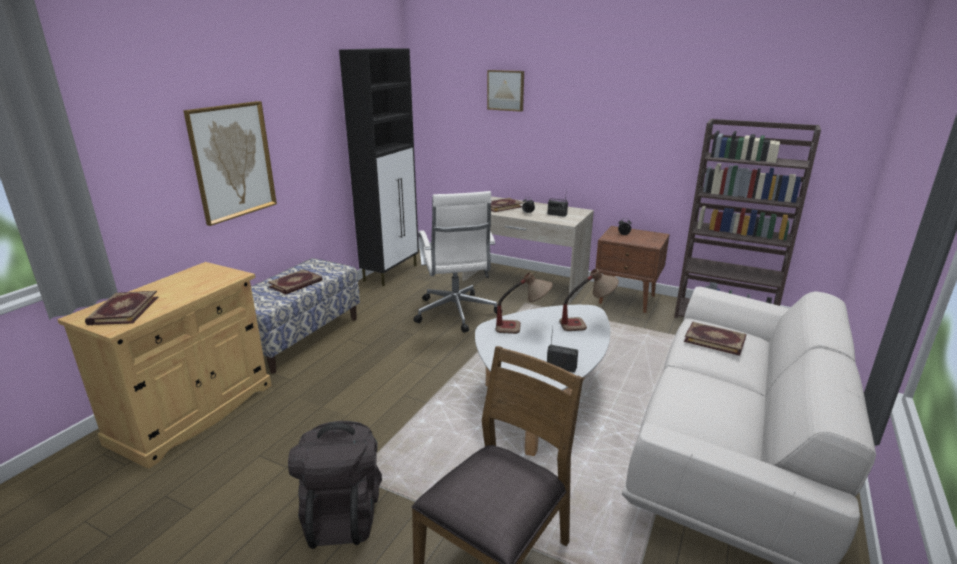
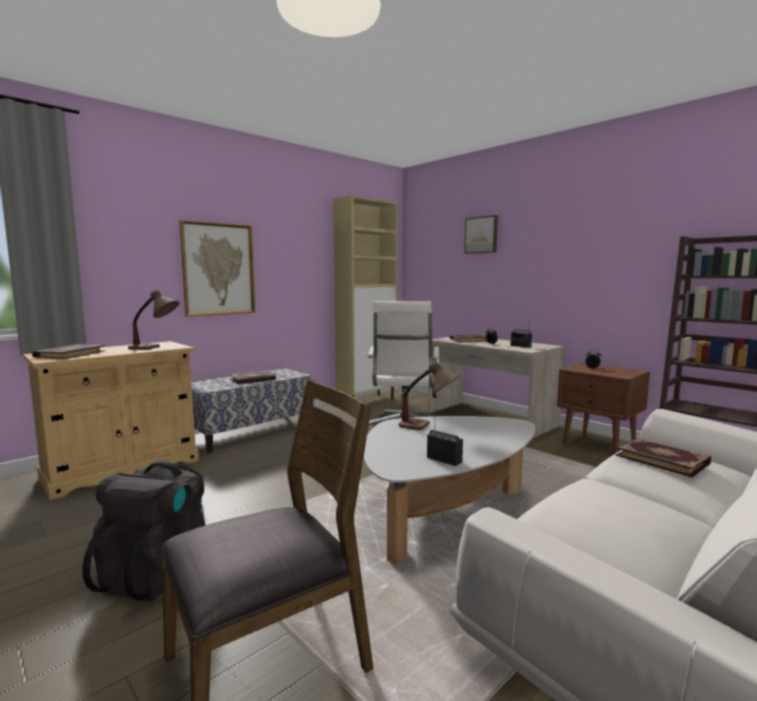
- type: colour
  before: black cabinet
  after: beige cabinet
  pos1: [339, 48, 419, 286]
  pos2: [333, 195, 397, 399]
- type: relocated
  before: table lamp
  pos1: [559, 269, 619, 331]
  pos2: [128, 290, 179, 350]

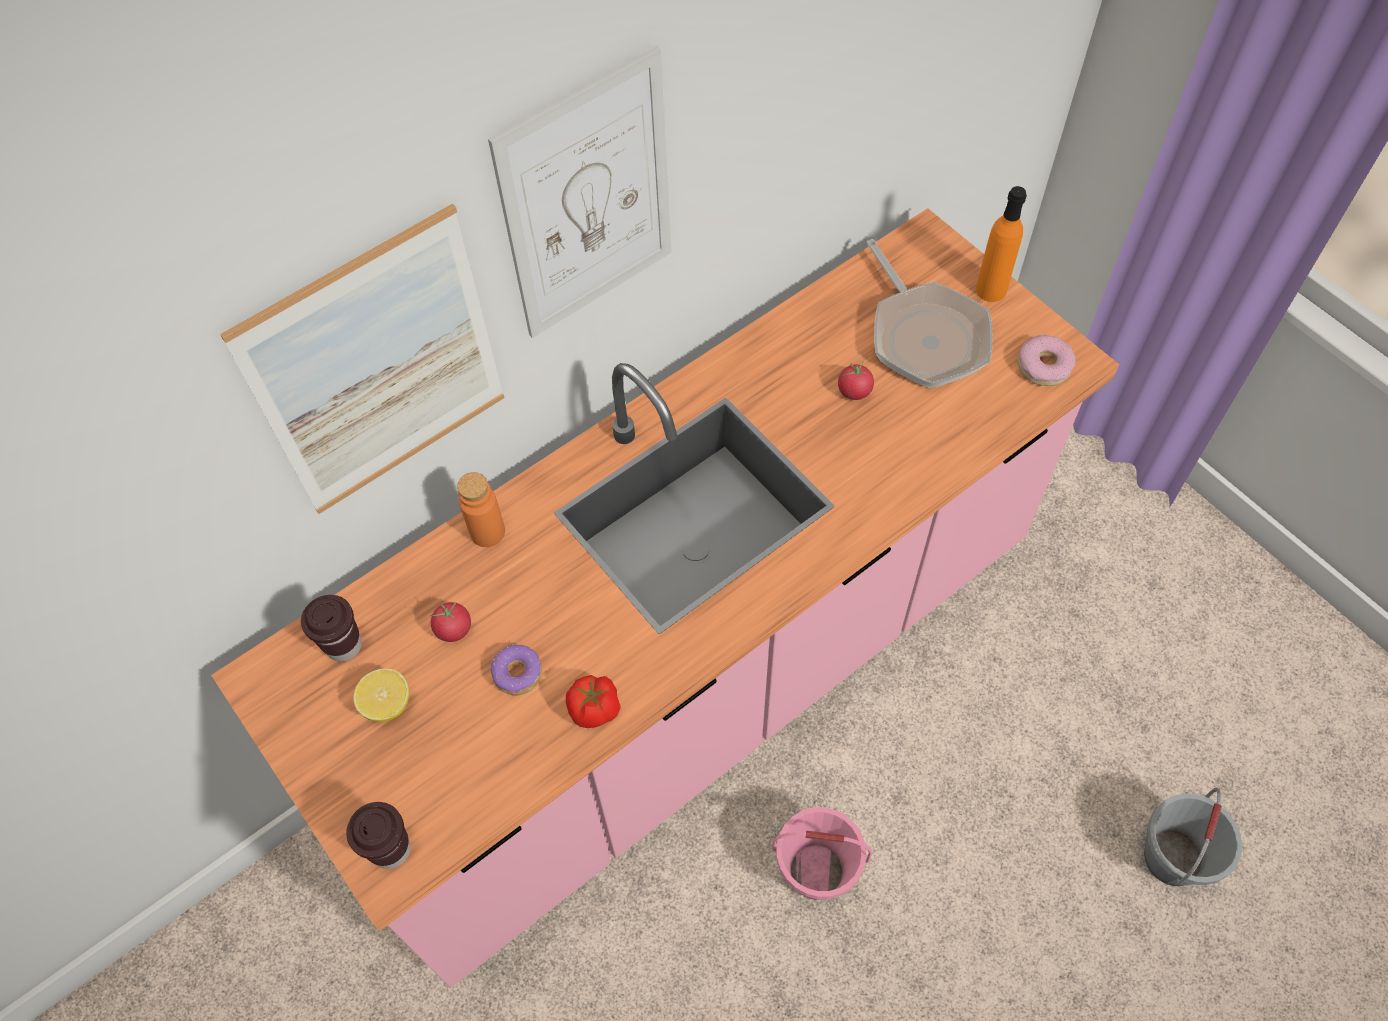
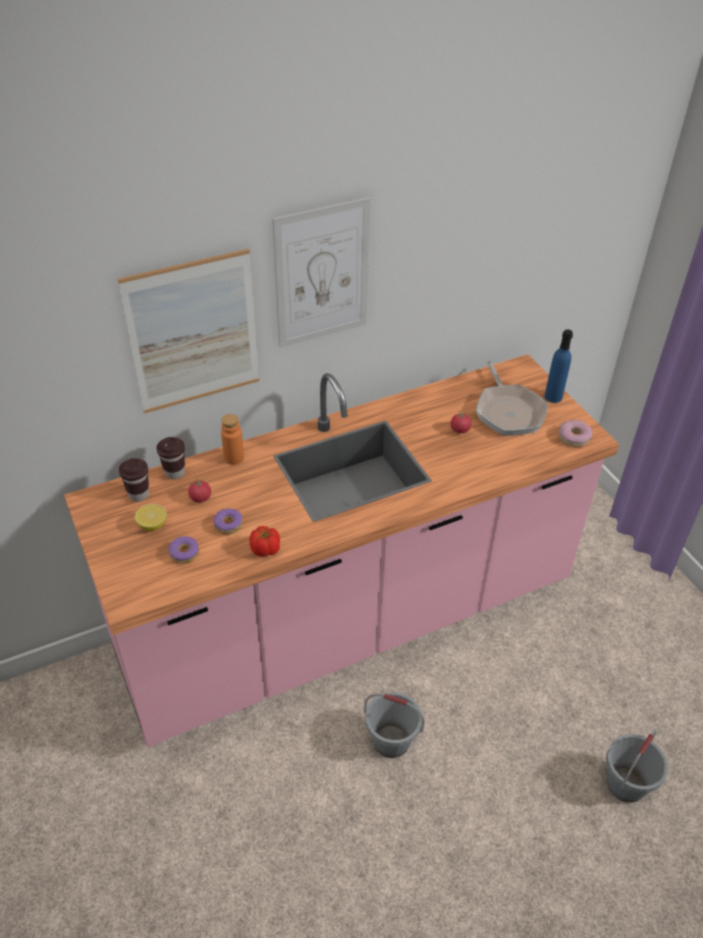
- type: colour
  before: orange bottle
  after: blue bottle
  pos1: [976, 186, 1027, 302]
  pos2: [545, 329, 573, 403]
- type: relocated
  before: brown cup
  pos1: [346, 802, 410, 869]
  pos2: [156, 437, 185, 479]
- type: colour
  before: pink bucket
  after: grey bucket
  pos1: [772, 807, 872, 900]
  pos2: [364, 692, 425, 758]
- type: appeared
  after: donut
  pos2: [168, 536, 199, 564]

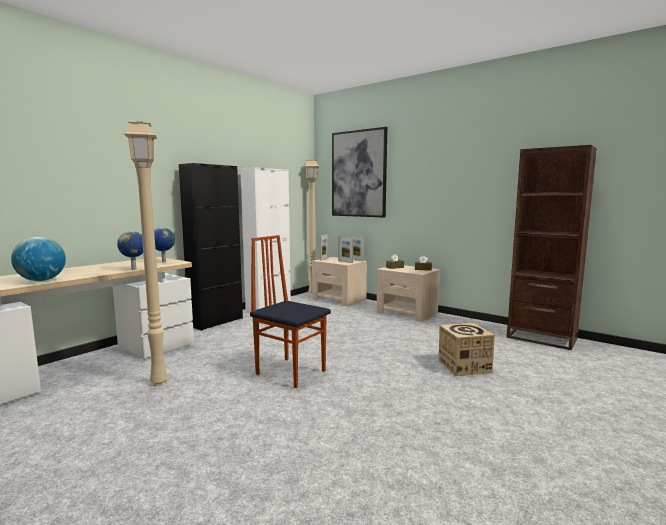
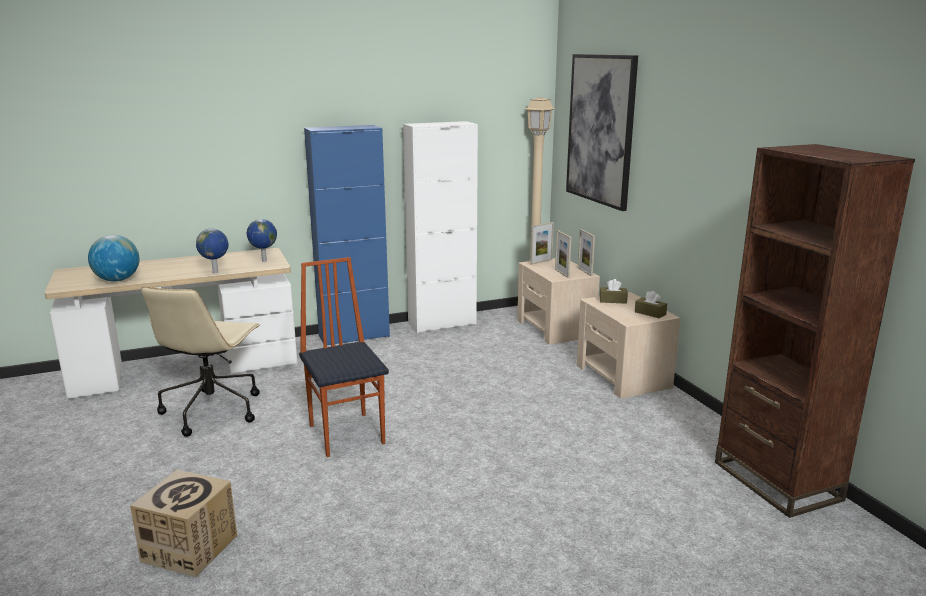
- type: exchanged
  before: beige floor lamp
  after: beige office chair
  pos1: [123, 121, 168, 386]
  pos2: [141, 287, 260, 437]
- type: colour
  before: black cabinet
  after: blue cabinet
  pos1: [179, 163, 243, 331]
  pos2: [304, 125, 390, 345]
- type: relocated
  before: cardboard box
  pos1: [439, 323, 495, 376]
  pos2: [130, 470, 237, 577]

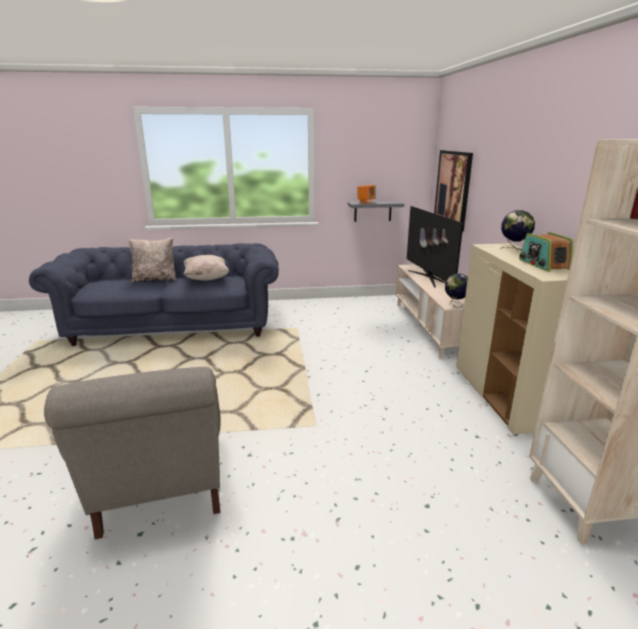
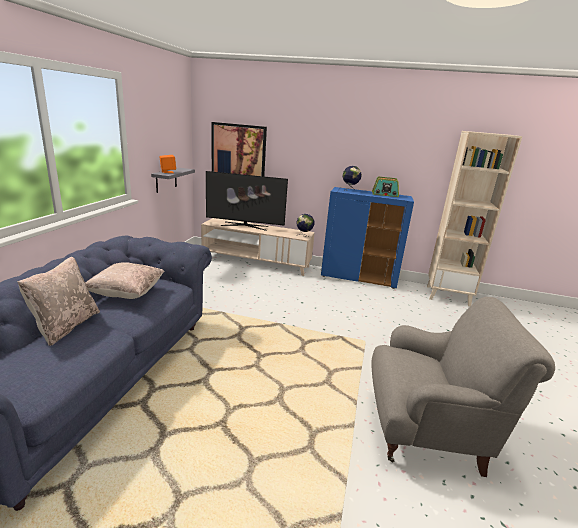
- type: colour
  before: beige cabinet
  after: blue cabinet
  pos1: [456, 243, 569, 435]
  pos2: [321, 187, 414, 289]

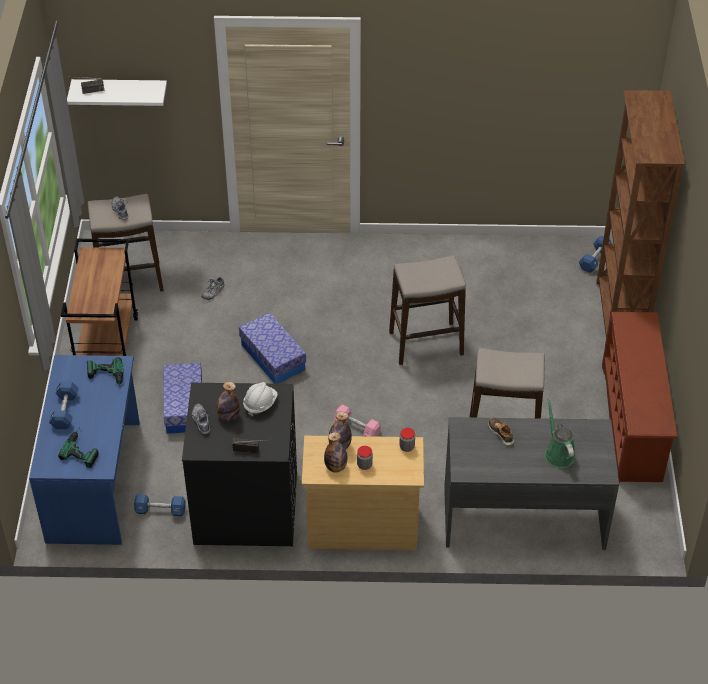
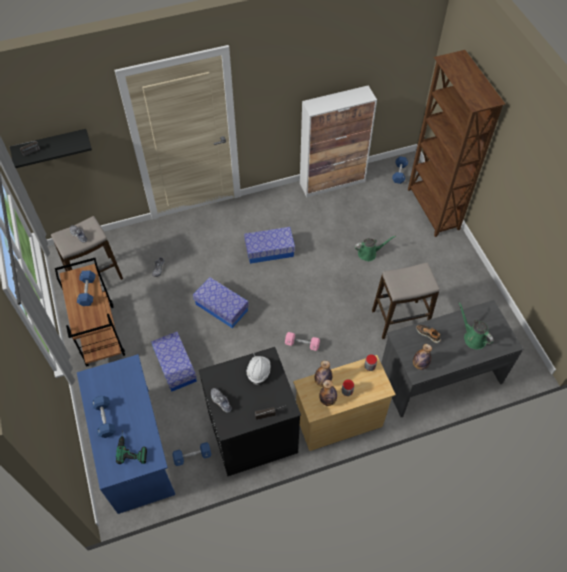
- type: colour
  before: white shelf
  after: black shelf
  pos1: [67, 79, 167, 106]
  pos2: [10, 129, 92, 168]
- type: missing
  before: stool
  pos1: [389, 256, 466, 365]
- type: missing
  before: brown shoe rack
  pos1: [602, 312, 677, 482]
- type: missing
  before: power drill
  pos1: [87, 357, 124, 386]
- type: relocated
  before: bottle
  pos1: [216, 382, 240, 421]
  pos2: [413, 344, 432, 370]
- type: appeared
  after: cabinet
  pos2: [300, 85, 377, 198]
- type: appeared
  after: storage box
  pos2: [244, 227, 295, 264]
- type: appeared
  after: green watering can
  pos2: [355, 236, 396, 261]
- type: appeared
  after: blue dumbbell
  pos2: [77, 270, 95, 306]

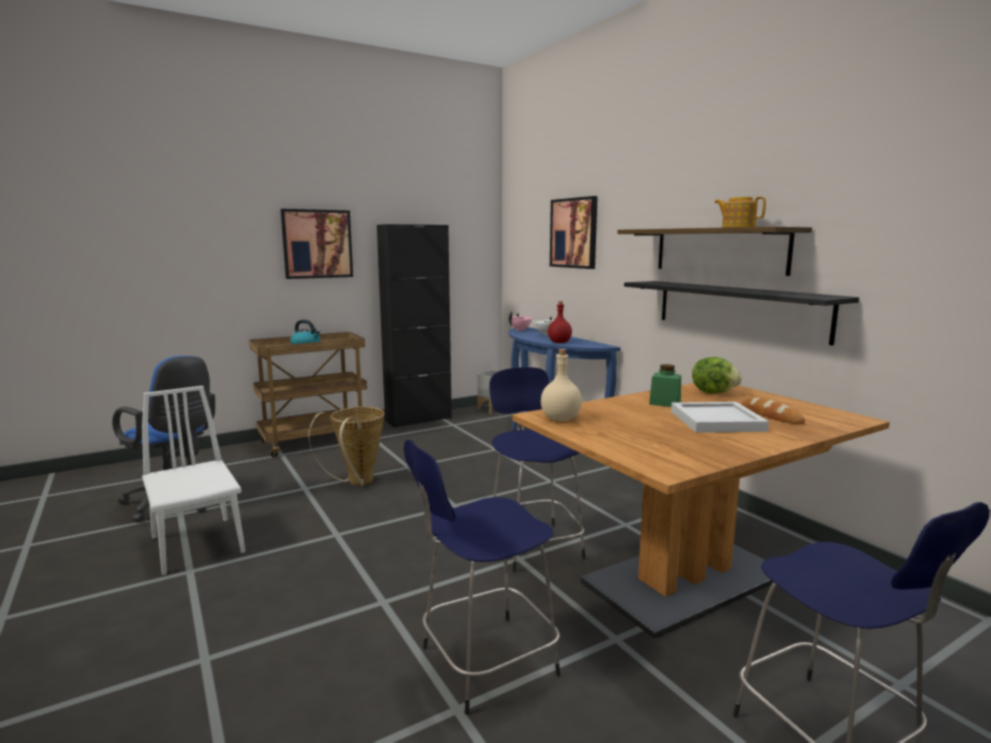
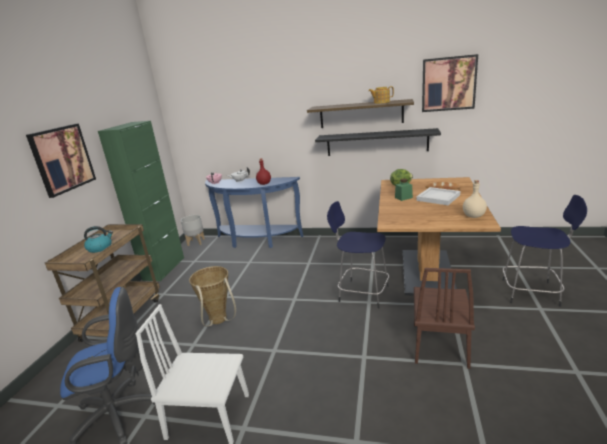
- type: relocated
  before: picture
  pos1: [550, 196, 598, 269]
  pos2: [422, 54, 478, 112]
- type: colour
  before: black cabinet
  after: green cabinet
  pos1: [377, 224, 452, 428]
  pos2: [98, 121, 184, 281]
- type: relocated
  before: beige bottle
  pos1: [541, 349, 582, 421]
  pos2: [463, 180, 487, 218]
- type: exchanged
  before: blue stool
  after: brown chair
  pos1: [404, 439, 560, 715]
  pos2: [414, 268, 475, 369]

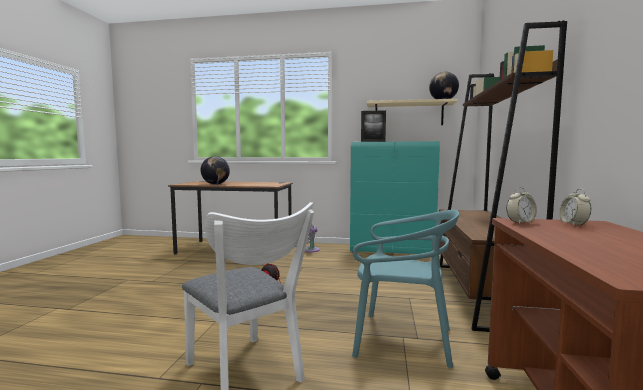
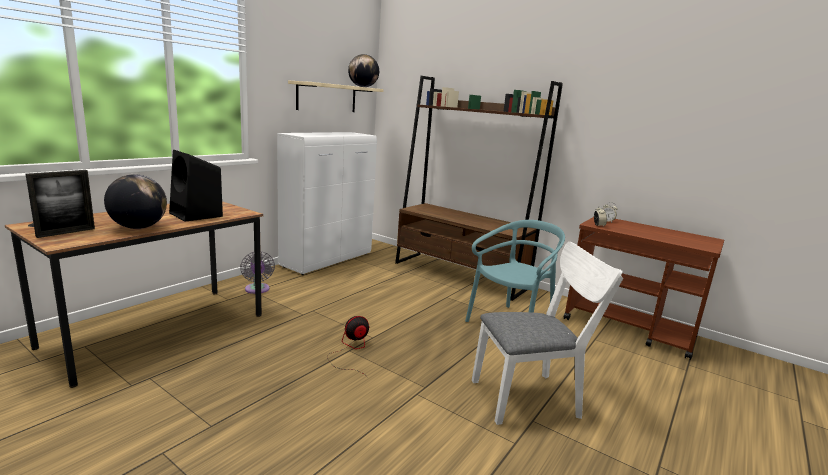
- type: relocated
  before: picture frame
  pos1: [361, 110, 386, 142]
  pos2: [26, 170, 95, 238]
- type: colour
  before: turquoise cabinet
  after: white cabinet
  pos1: [350, 141, 440, 254]
  pos2: [277, 132, 377, 275]
- type: appeared
  after: black speaker
  pos2: [169, 150, 223, 222]

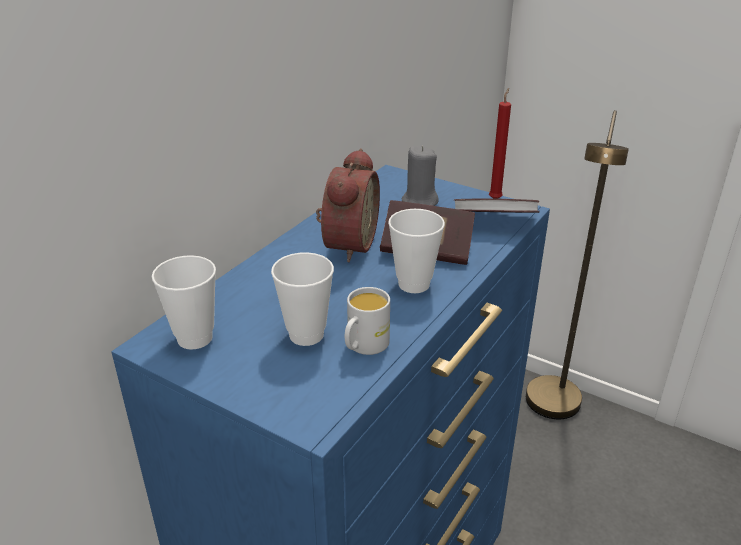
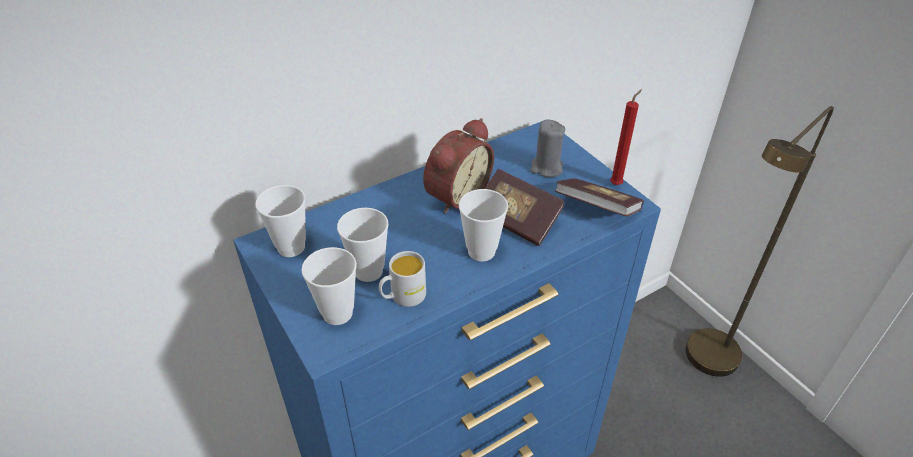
- type: appeared
  after: cup
  pos2: [301, 247, 357, 325]

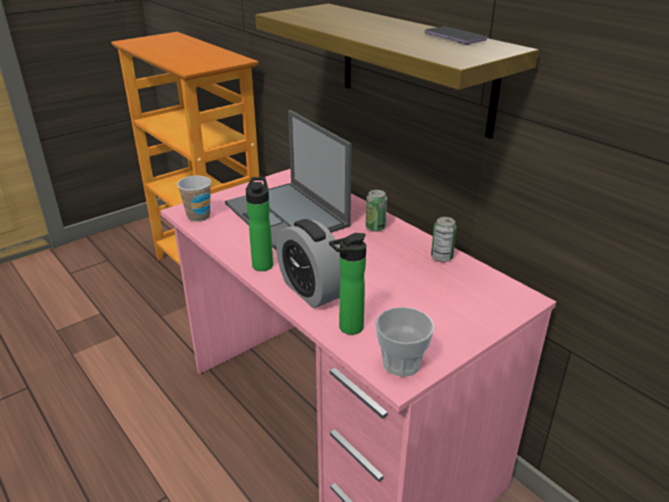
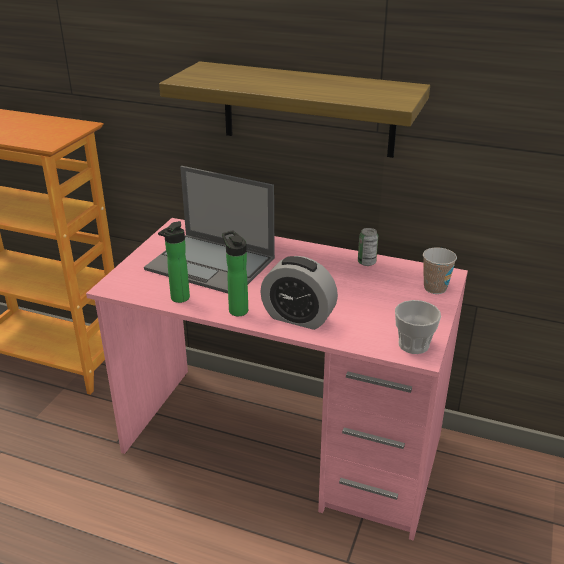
- type: missing
  before: phone
  pos1: [425, 27, 487, 45]
- type: relocated
  before: cup
  pos1: [177, 176, 211, 222]
  pos2: [423, 247, 457, 294]
- type: missing
  before: can
  pos1: [366, 190, 387, 232]
- type: relocated
  before: bottle
  pos1: [329, 233, 366, 335]
  pos2: [158, 221, 190, 303]

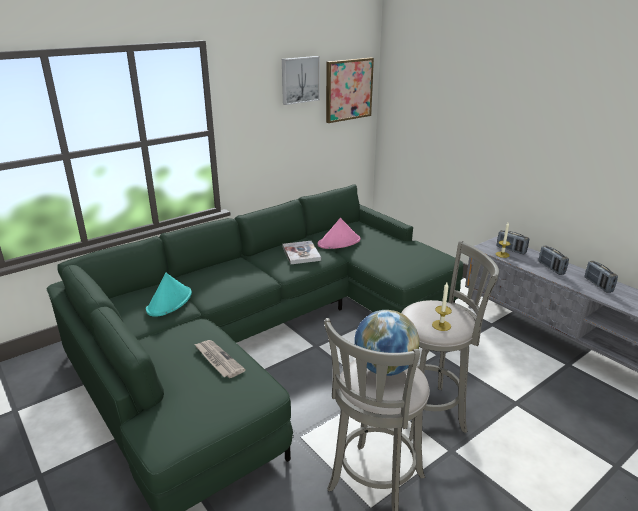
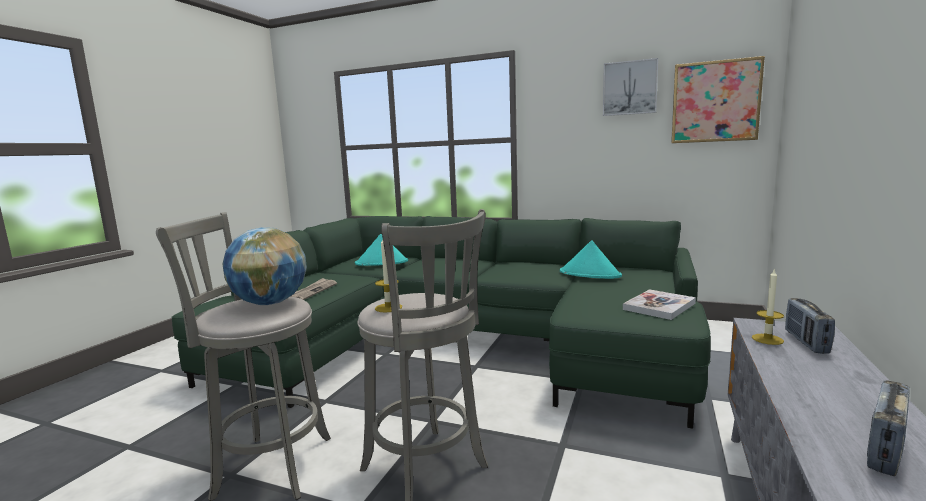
- type: colour
  before: pink hat
  after: turquoise hat
  pos1: [318, 218, 361, 249]
  pos2: [560, 240, 622, 279]
- type: relocated
  before: book
  pos1: [282, 241, 321, 264]
  pos2: [623, 289, 696, 320]
- type: missing
  before: radio
  pos1: [538, 246, 569, 275]

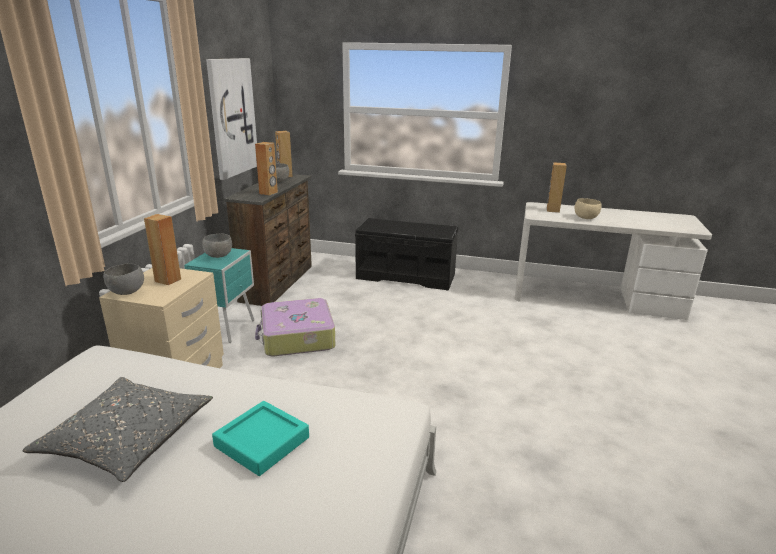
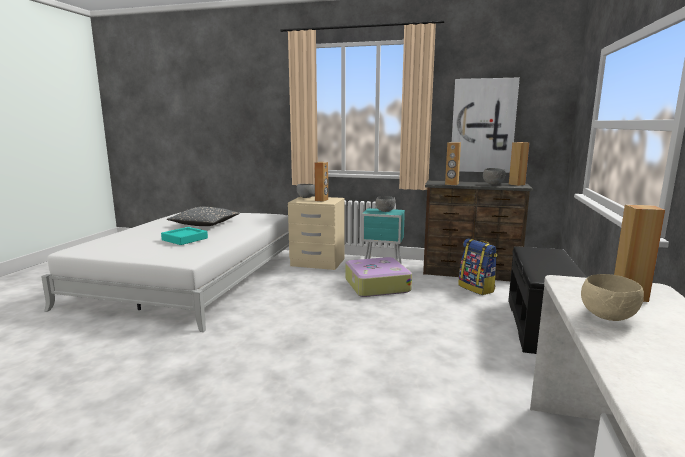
- type: appeared
  after: backpack
  pos2: [458, 239, 497, 295]

